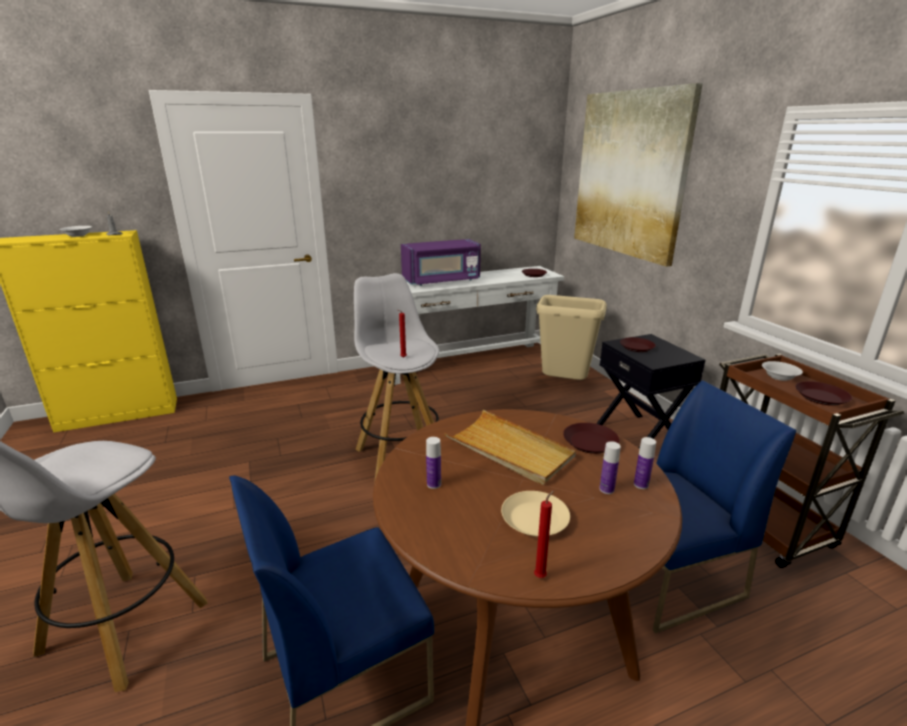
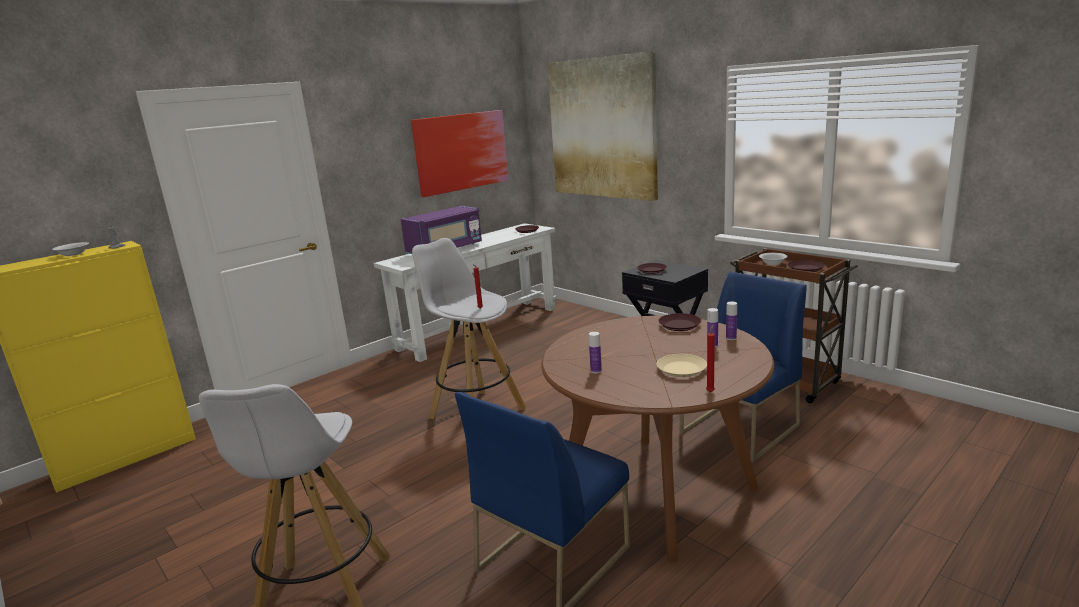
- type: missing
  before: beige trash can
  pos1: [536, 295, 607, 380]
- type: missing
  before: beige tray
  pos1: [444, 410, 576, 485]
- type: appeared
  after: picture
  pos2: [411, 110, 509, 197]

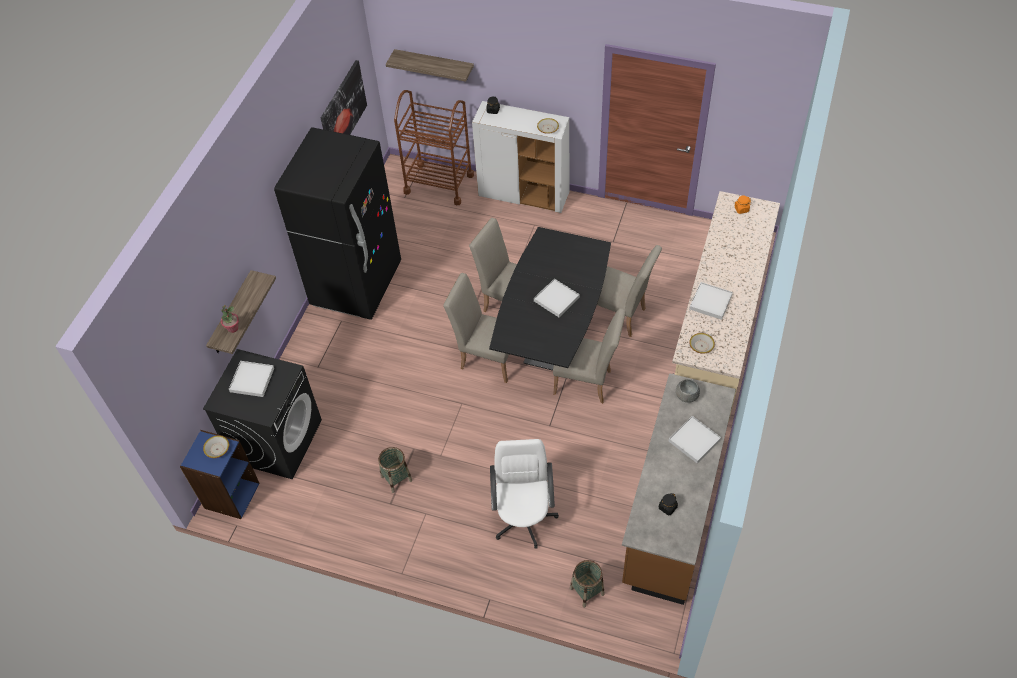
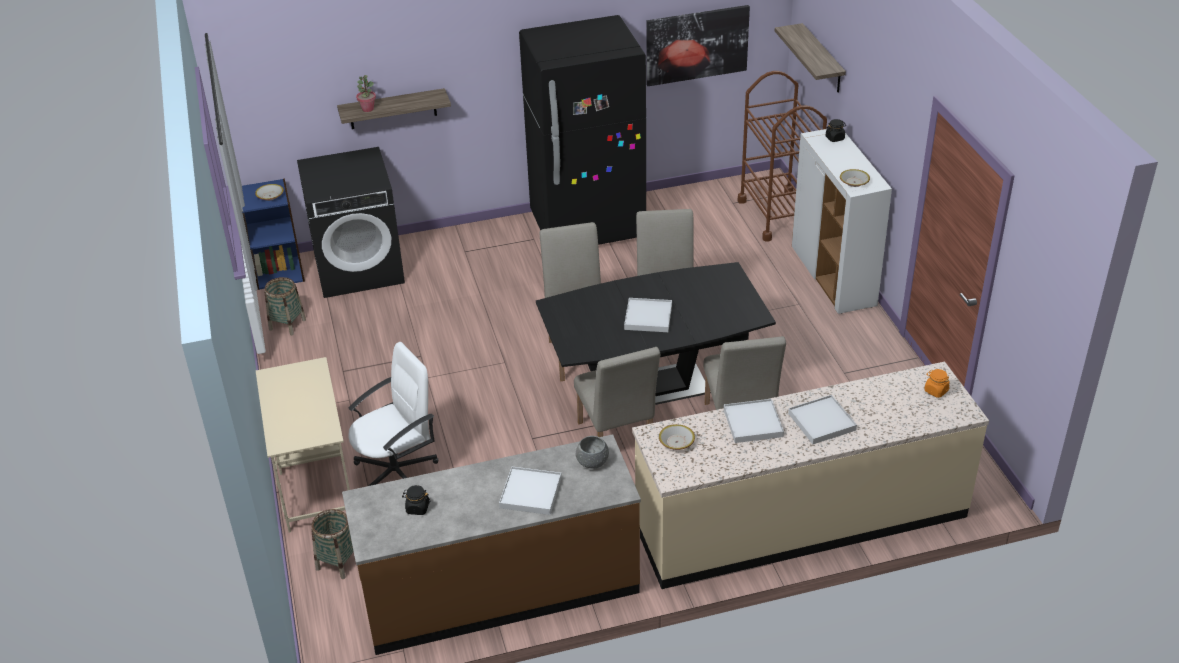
- type: relocated
  before: white tray
  pos1: [229, 361, 274, 397]
  pos2: [788, 395, 857, 444]
- type: relocated
  before: basket
  pos1: [378, 447, 412, 493]
  pos2: [265, 277, 306, 335]
- type: appeared
  after: beige desk
  pos2: [256, 357, 350, 533]

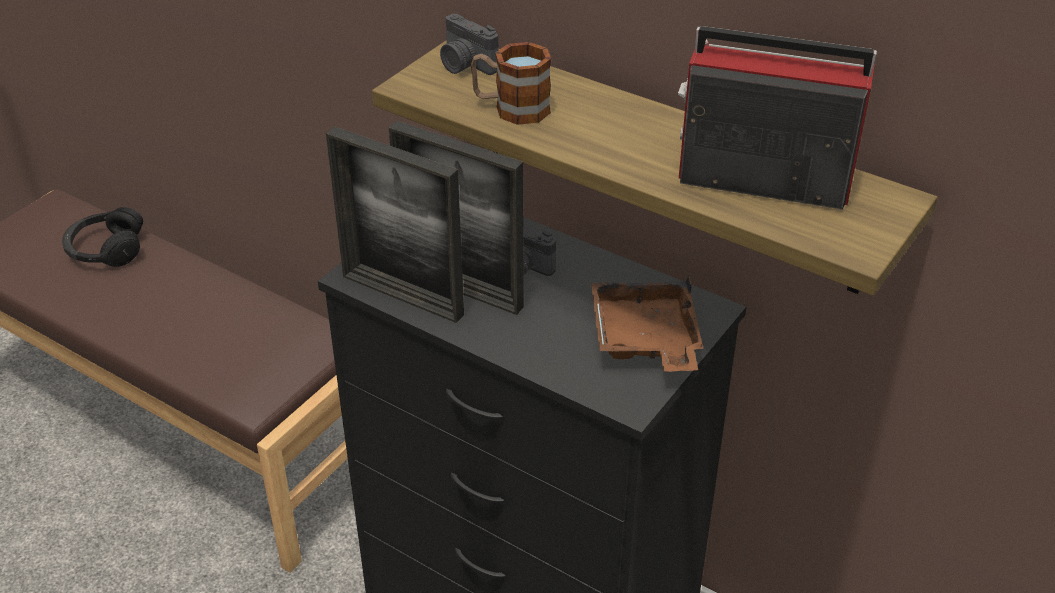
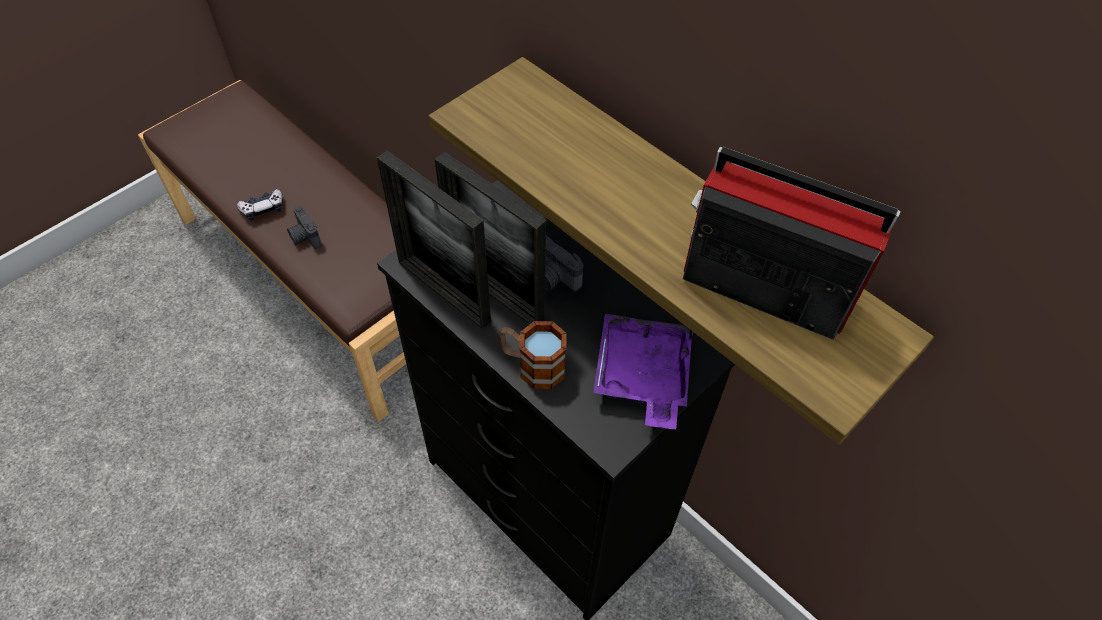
- type: relocated
  before: photo camera
  pos1: [440, 14, 499, 75]
  pos2: [287, 206, 322, 249]
- type: relocated
  before: mug
  pos1: [471, 42, 551, 125]
  pos2: [499, 321, 566, 389]
- type: missing
  before: black headphones
  pos1: [62, 207, 143, 267]
- type: colour
  before: brown tray
  after: purple tray
  pos1: [591, 275, 703, 372]
  pos2: [593, 314, 693, 429]
- type: appeared
  after: game controller
  pos2: [237, 189, 283, 221]

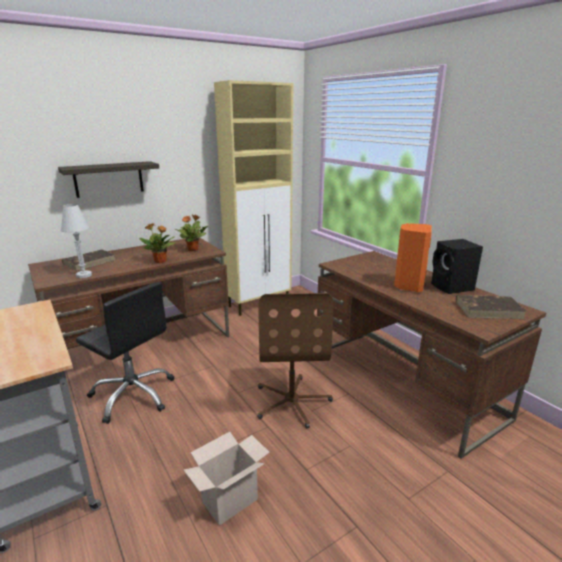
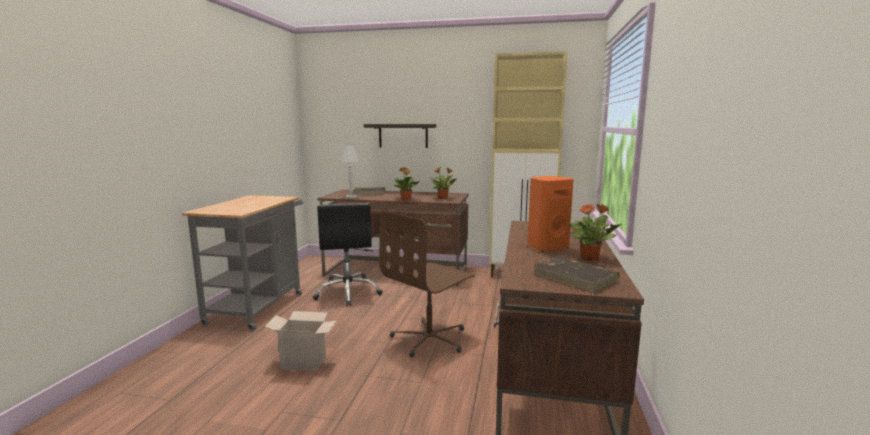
- type: exchanged
  before: black speaker
  after: potted plant
  pos1: [431, 239, 483, 294]
  pos2: [566, 203, 622, 261]

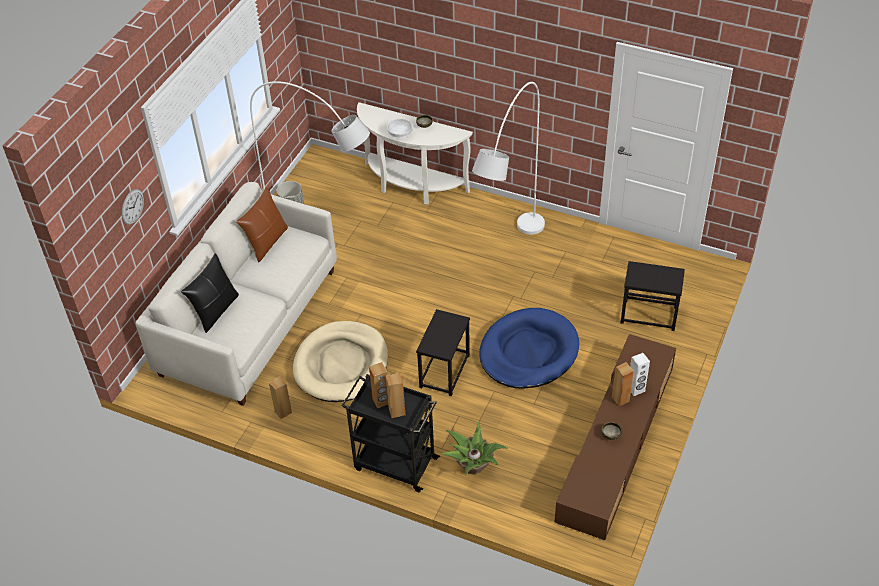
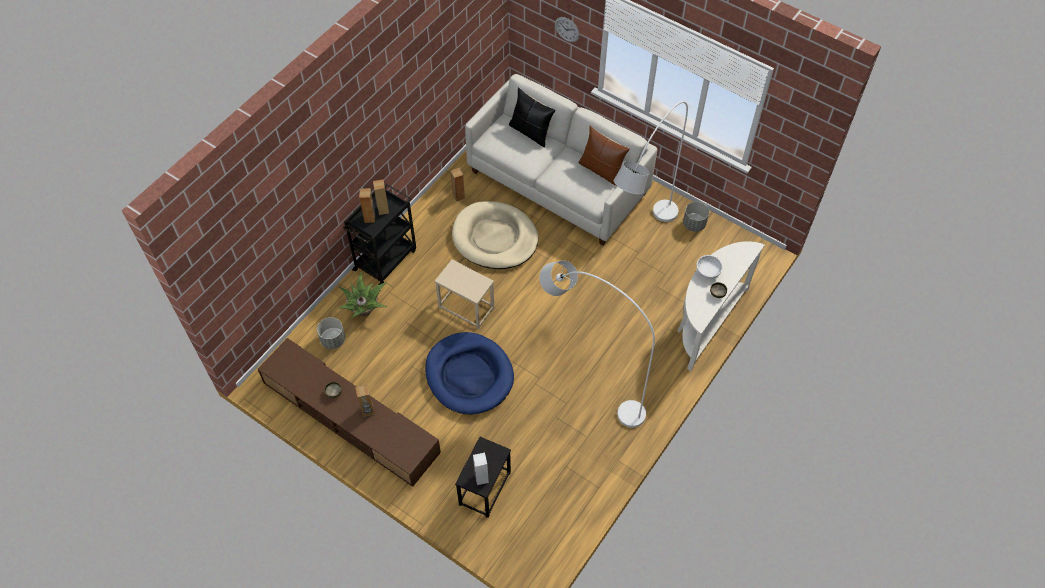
- type: colour
  before: black side table
  after: beige side table
  pos1: [416, 309, 470, 396]
  pos2: [435, 259, 494, 330]
- type: relocated
  before: white speaker
  pos1: [630, 353, 650, 396]
  pos2: [473, 453, 489, 485]
- type: appeared
  after: grey planter
  pos2: [317, 317, 345, 349]

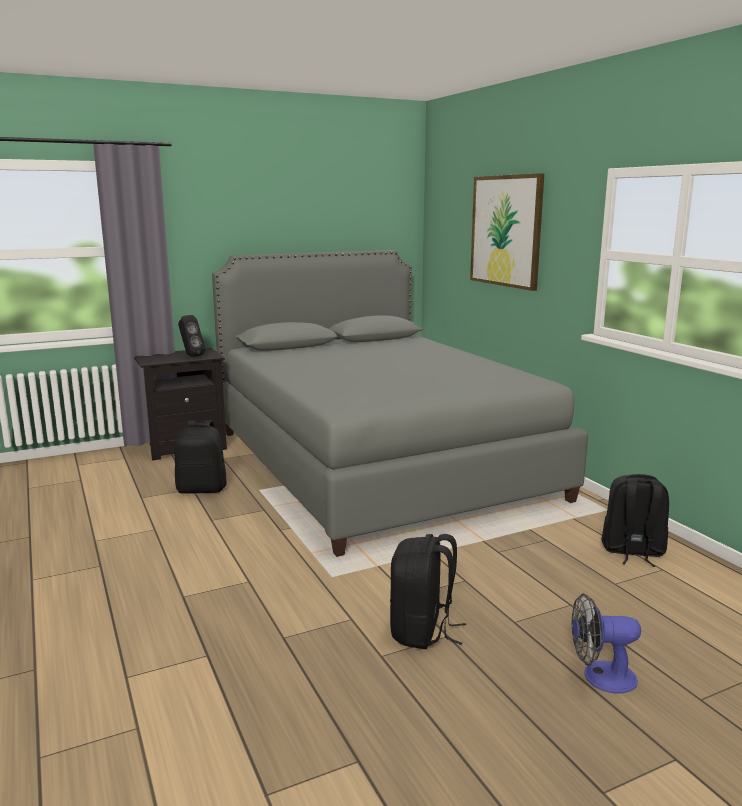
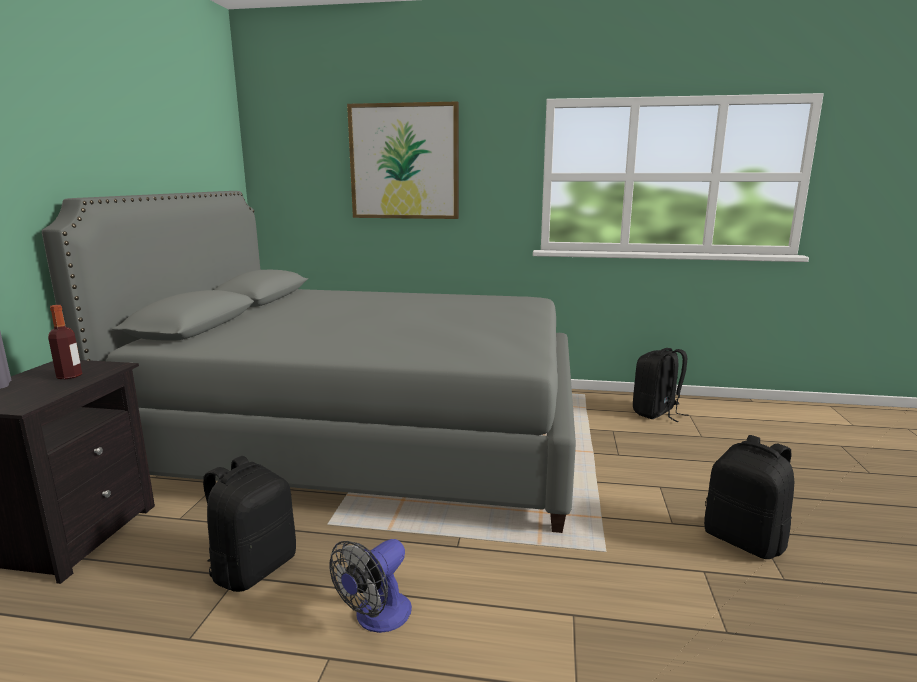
- type: exchanged
  before: black speaker
  after: bottle
  pos1: [178, 315, 206, 357]
  pos2: [48, 305, 82, 379]
- type: relocated
  before: fan
  pos1: [572, 593, 641, 694]
  pos2: [329, 539, 412, 633]

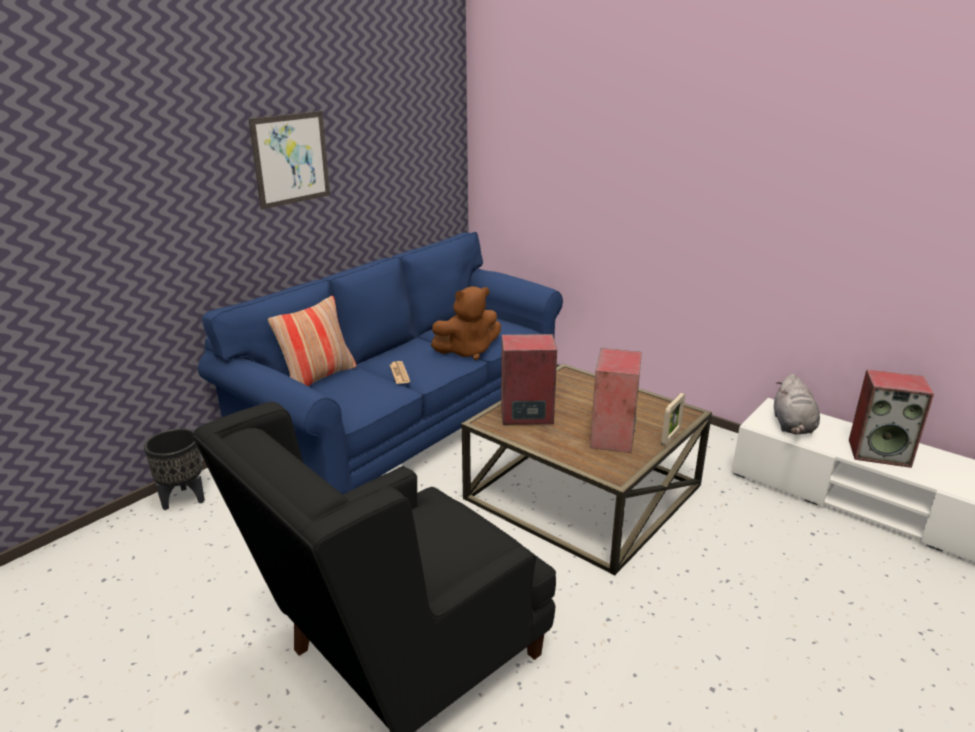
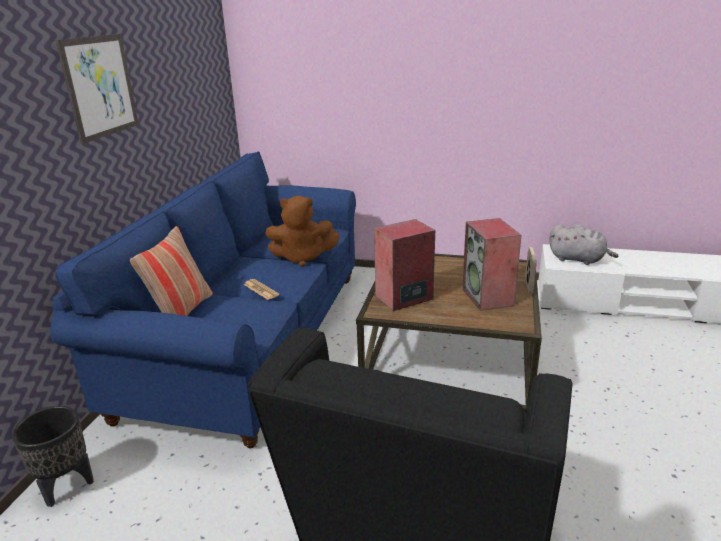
- type: spun
  before: brown plush toy
  pos1: [431, 286, 501, 360]
  pos2: [265, 196, 340, 267]
  turn: 45
- type: missing
  before: speaker
  pos1: [849, 370, 934, 468]
- type: spun
  before: grey plush toy
  pos1: [774, 374, 820, 434]
  pos2: [549, 224, 618, 265]
  turn: -45

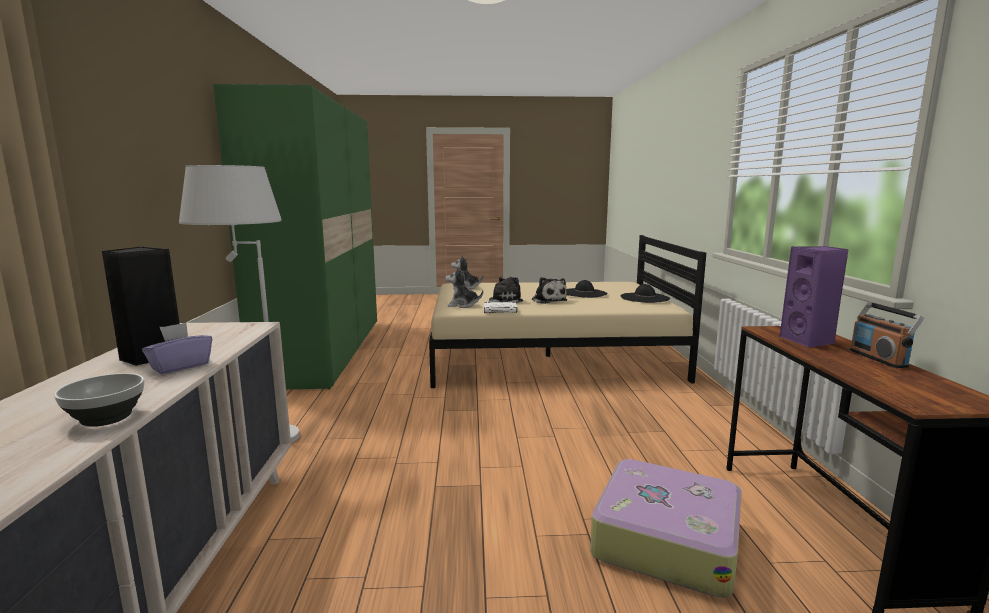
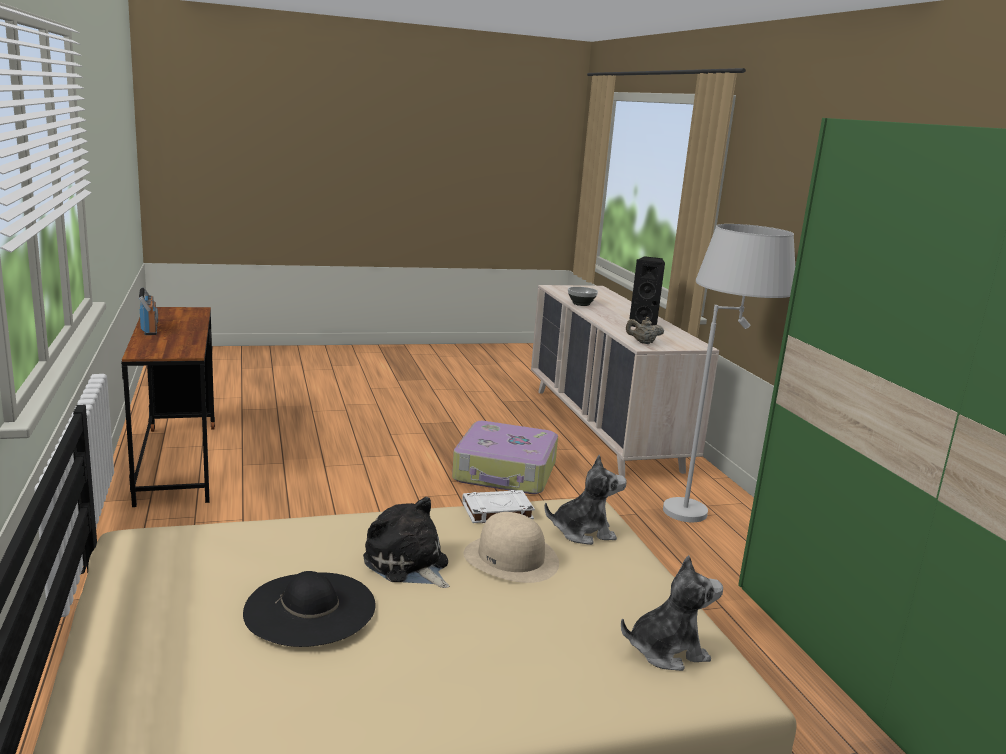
- type: missing
  before: purple speaker
  pos1: [780, 246, 849, 348]
- type: exchanged
  before: plush toy
  after: beige hat
  pos1: [488, 277, 523, 303]
  pos2: [464, 512, 559, 583]
- type: missing
  before: black hat
  pos1: [621, 284, 670, 303]
- type: missing
  before: purple tissue box
  pos1: [142, 323, 212, 374]
- type: relocated
  before: suitcase
  pos1: [590, 459, 742, 598]
  pos2: [452, 421, 558, 494]
- type: appeared
  after: beige teapot
  pos2: [626, 317, 664, 344]

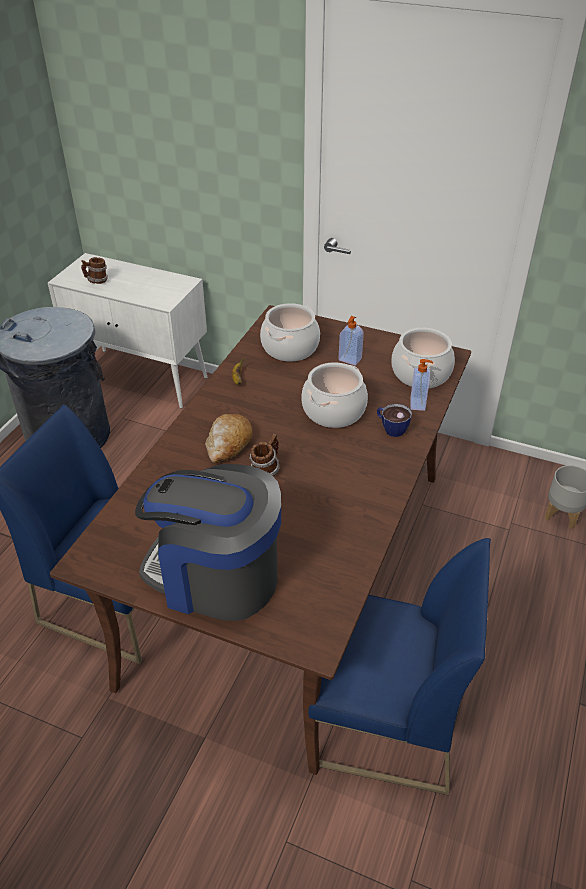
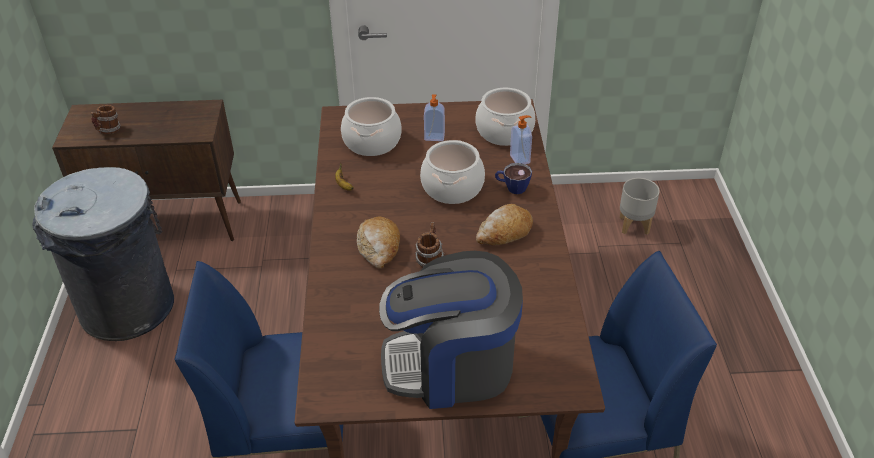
- type: colour
  before: white cabinet
  after: brown cabinet
  pos1: [48, 253, 207, 409]
  pos2: [52, 100, 241, 241]
- type: appeared
  after: bread
  pos2: [476, 203, 533, 245]

